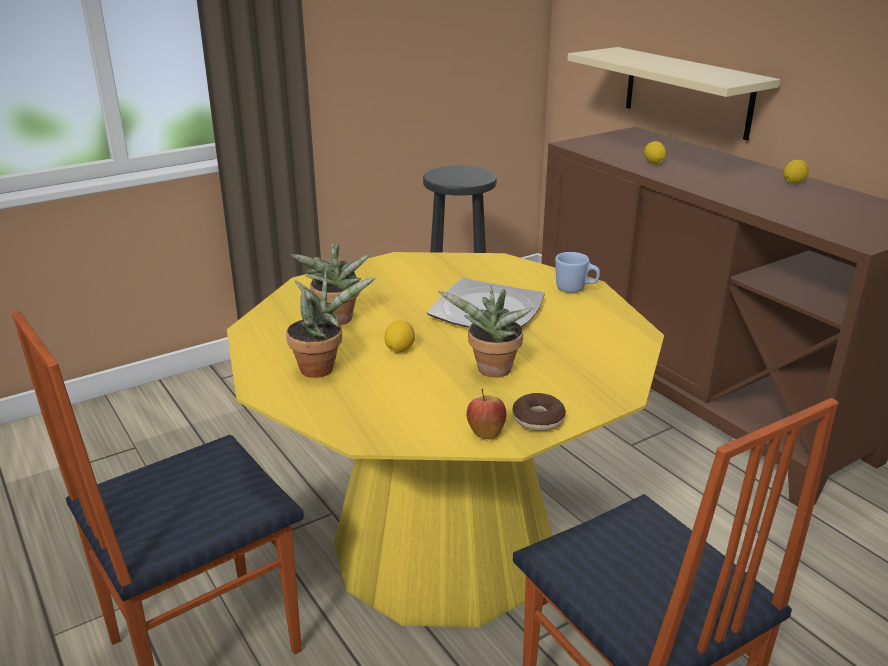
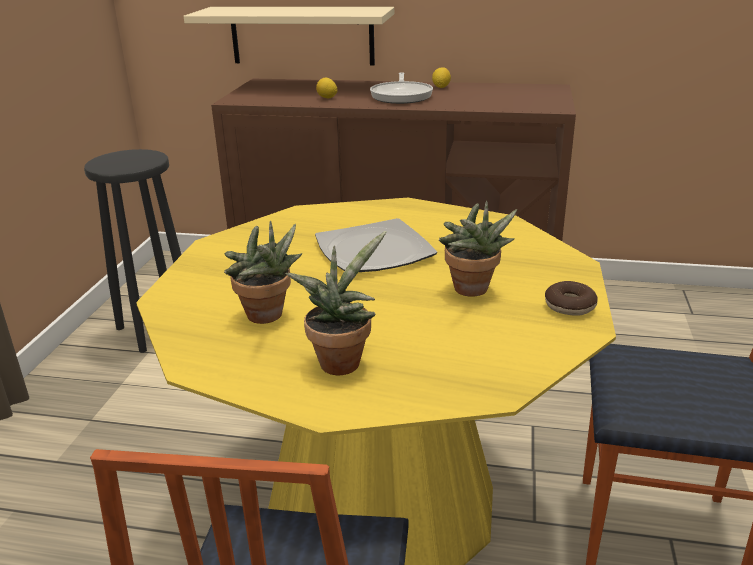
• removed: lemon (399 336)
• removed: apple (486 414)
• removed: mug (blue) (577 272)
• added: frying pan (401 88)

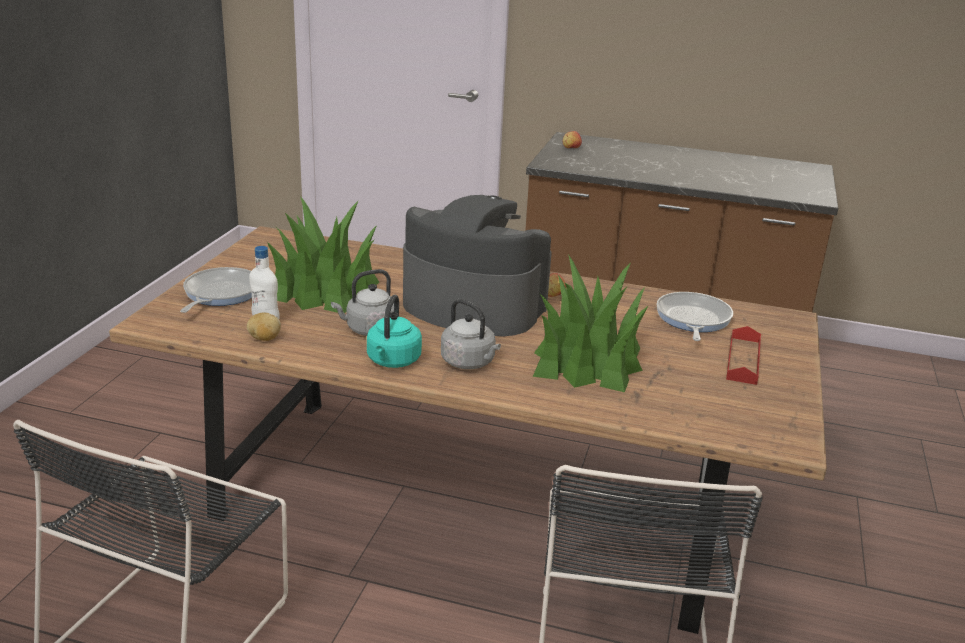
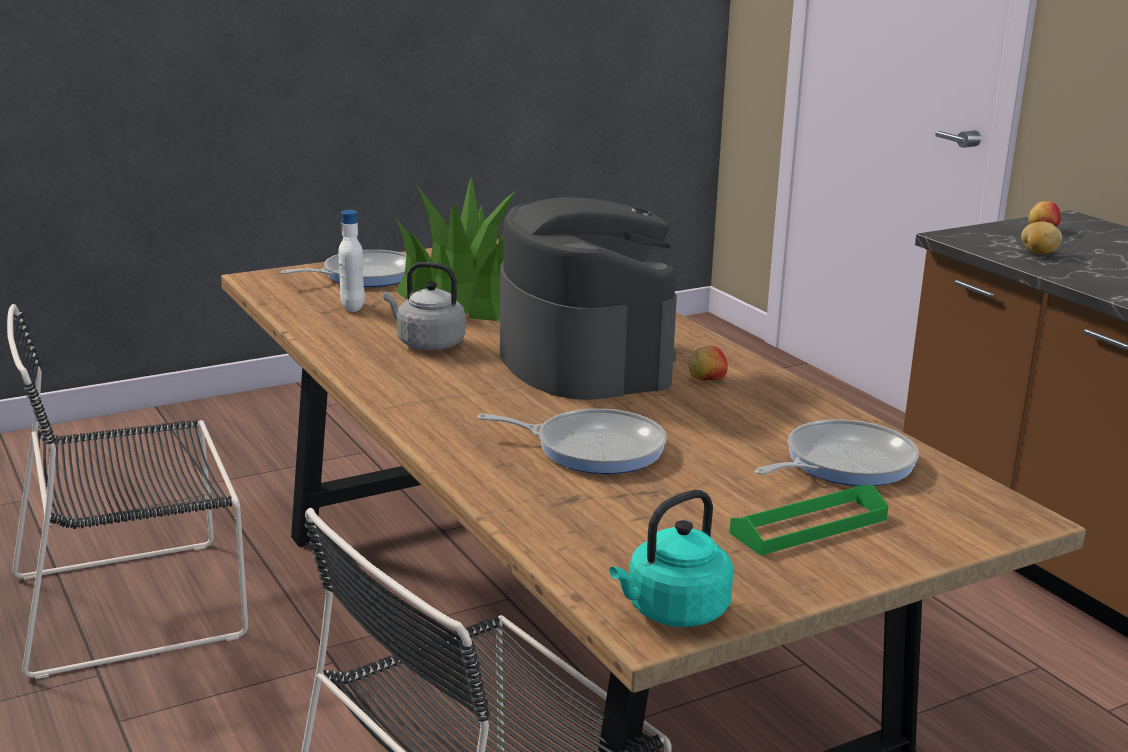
• removed: kettle (grey) (471 334)
• moved: potato (264 326) to (1041 237)
• moved: kettle (turquoise) (394 331) to (671 558)
• replaced: potted plant (591 323) to frying pan (572 441)
• recoloured: tray (red) (743 355) to tray (green) (809 520)

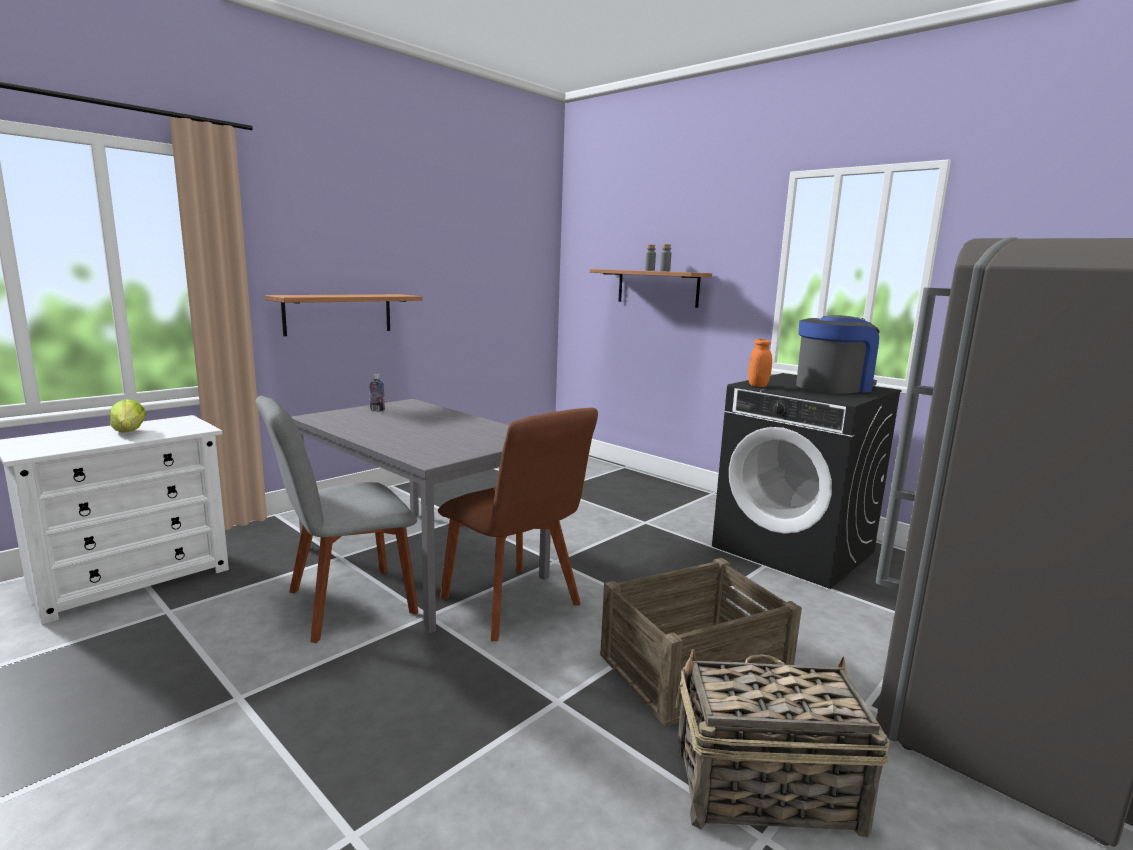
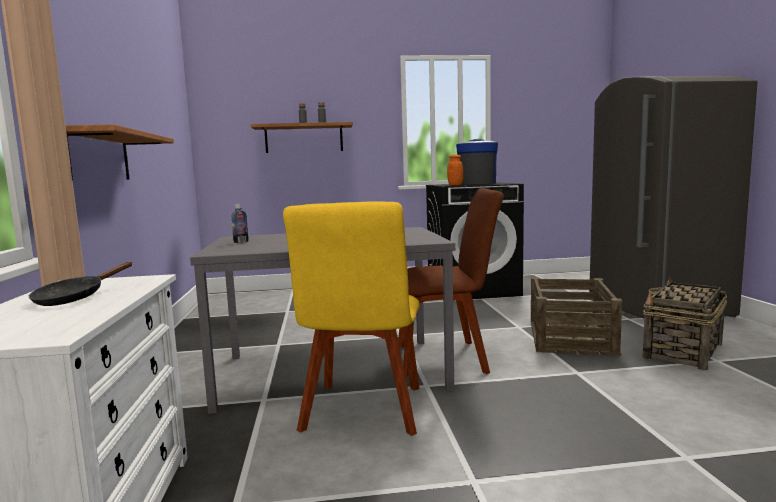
• replaced: lettuce (128 416) to frying pan (black) (80 284)
• recoloured: chair (grey) (337 519) to chair (yellow) (351 318)

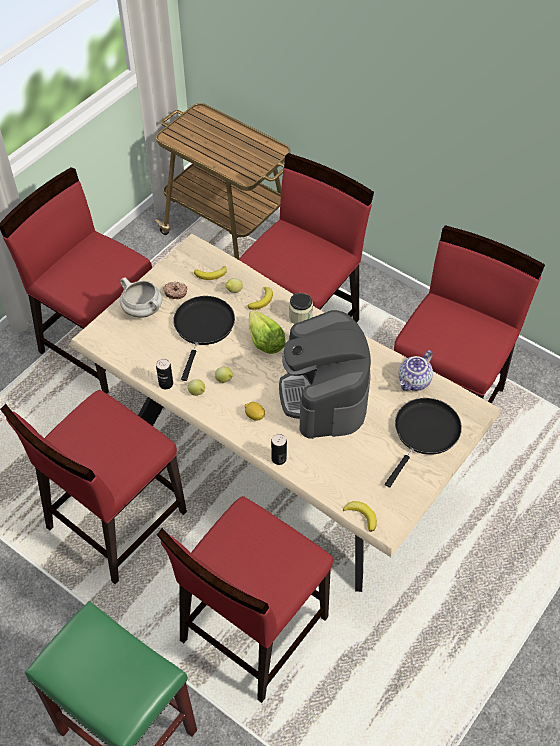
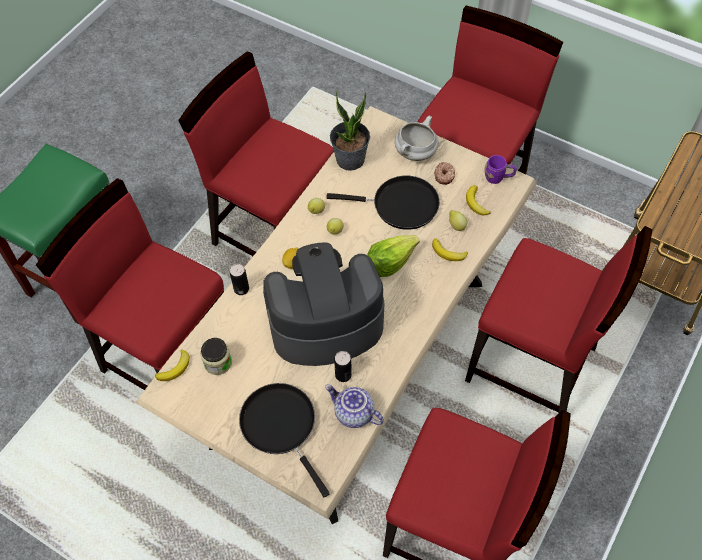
• added: potted plant (350 130)
• added: mug (purple) (501 169)
• moved: can (164 373) to (343 366)
• moved: jar (301 308) to (216 356)
• turned: frying pan (black) (423 442) = (284 440) 150 degrees counterclockwise

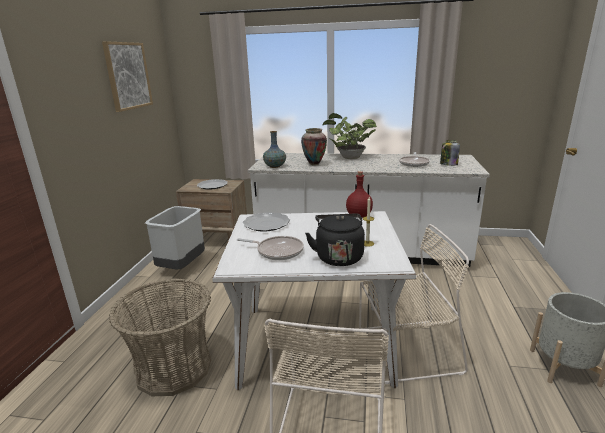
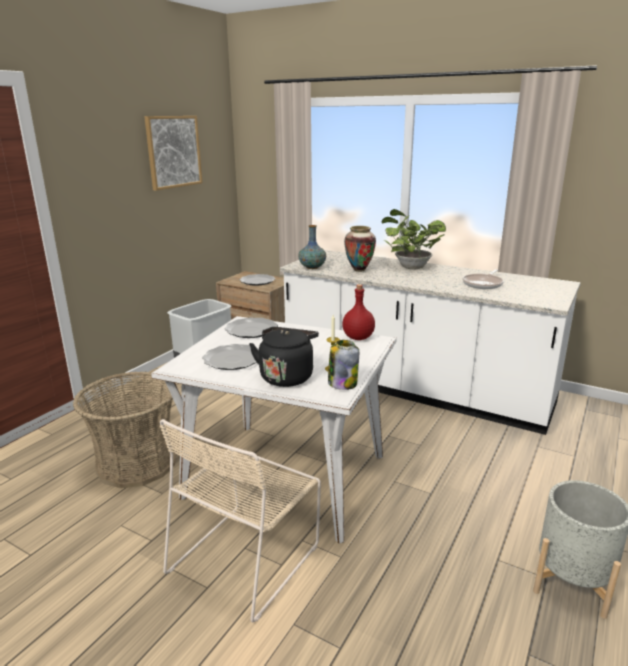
• removed: chair (beige) (414 304)
• moved: jar (450 153) to (343 365)
• replaced: frying pan (270 248) to plate (230 357)

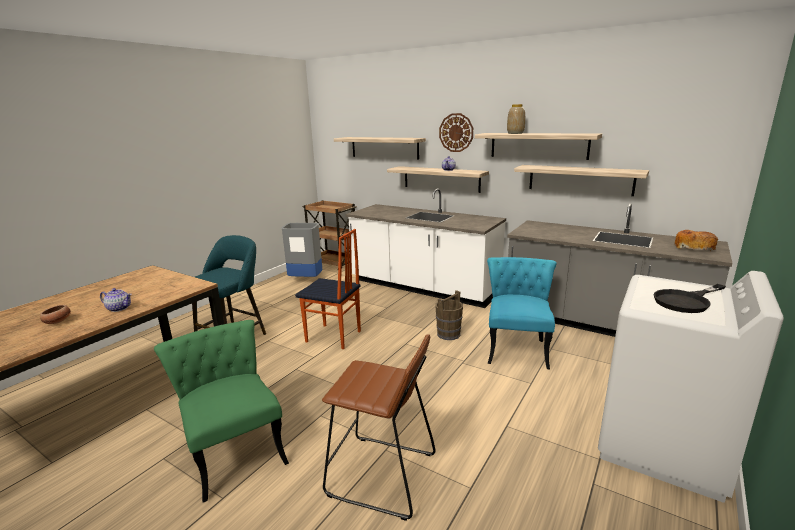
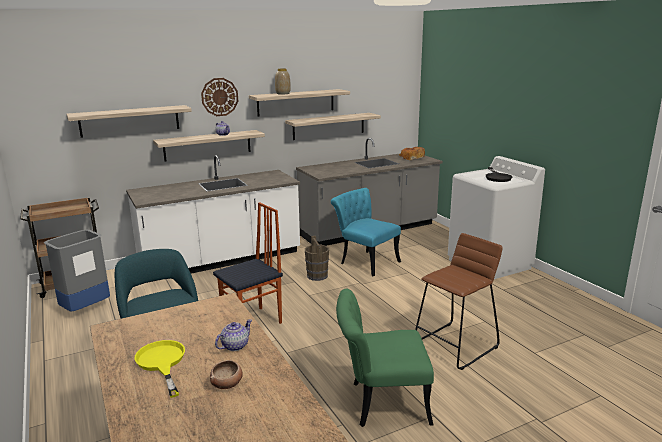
• added: frying pan (yellow) (160 369)

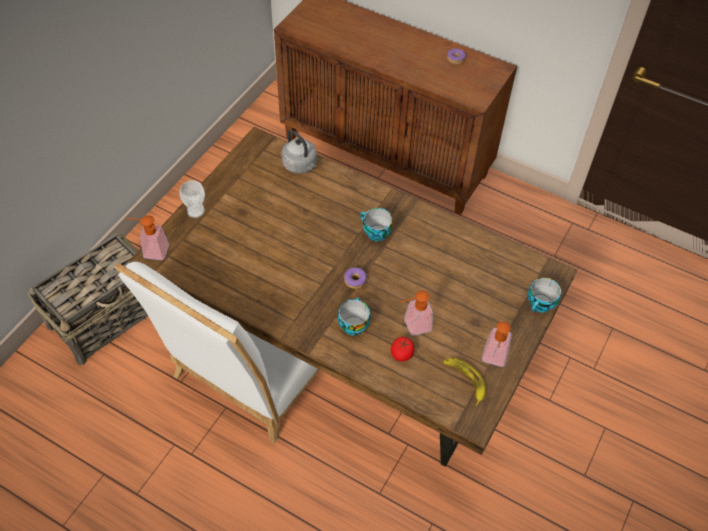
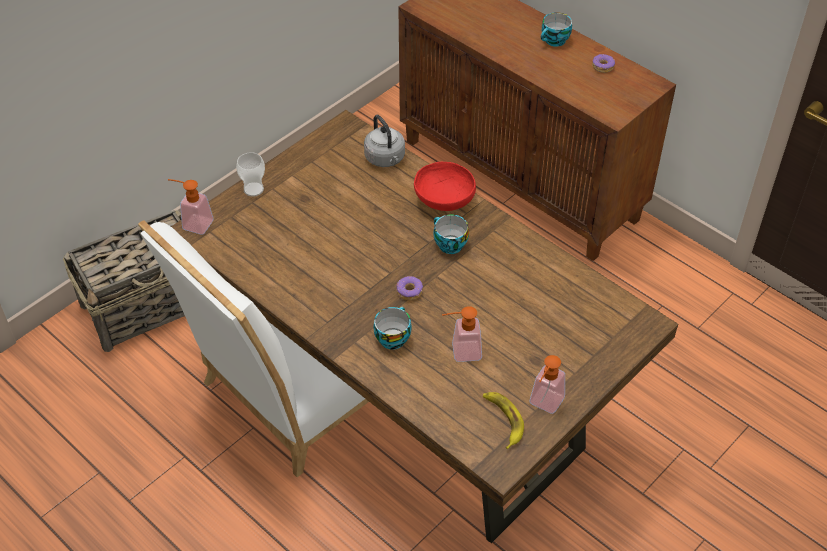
• removed: tomato (402 349)
• added: bowl (red) (445 186)
• moved: cup (544 295) to (556 29)

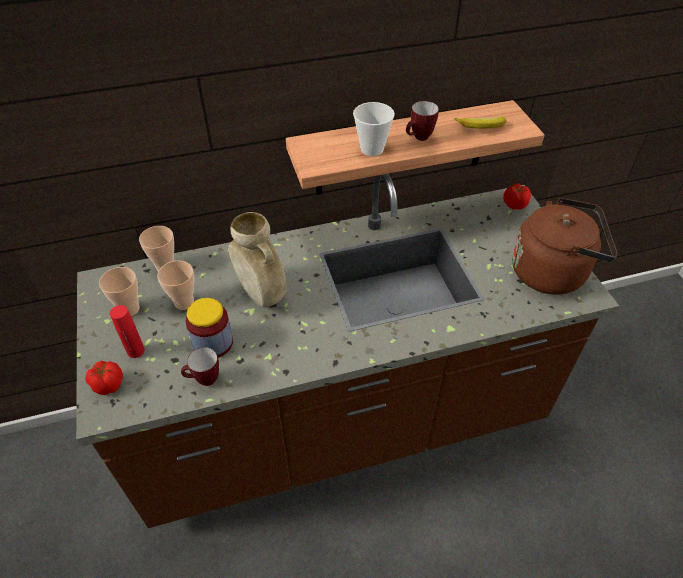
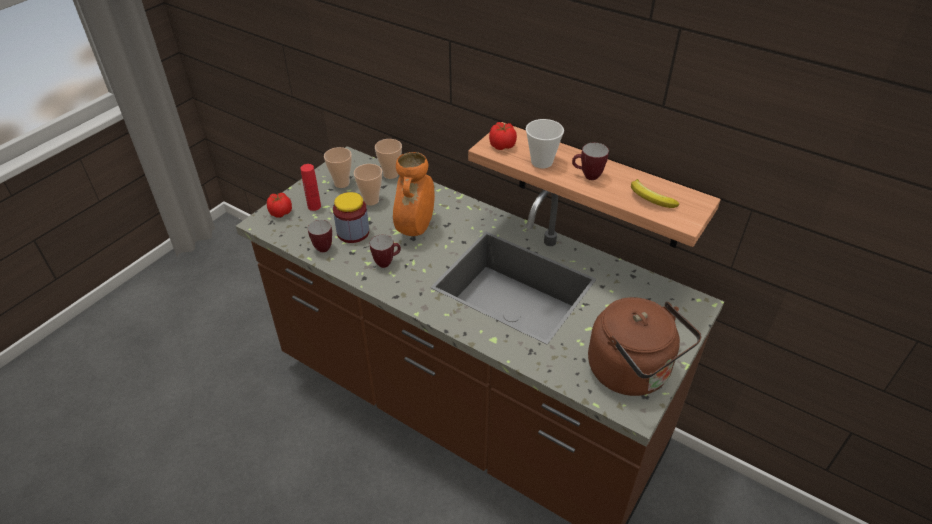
• added: mug (385 251)
• moved: tomato (517 196) to (503 136)
• recoloured: vase (beige) (257 259) to vase (orange) (414 194)

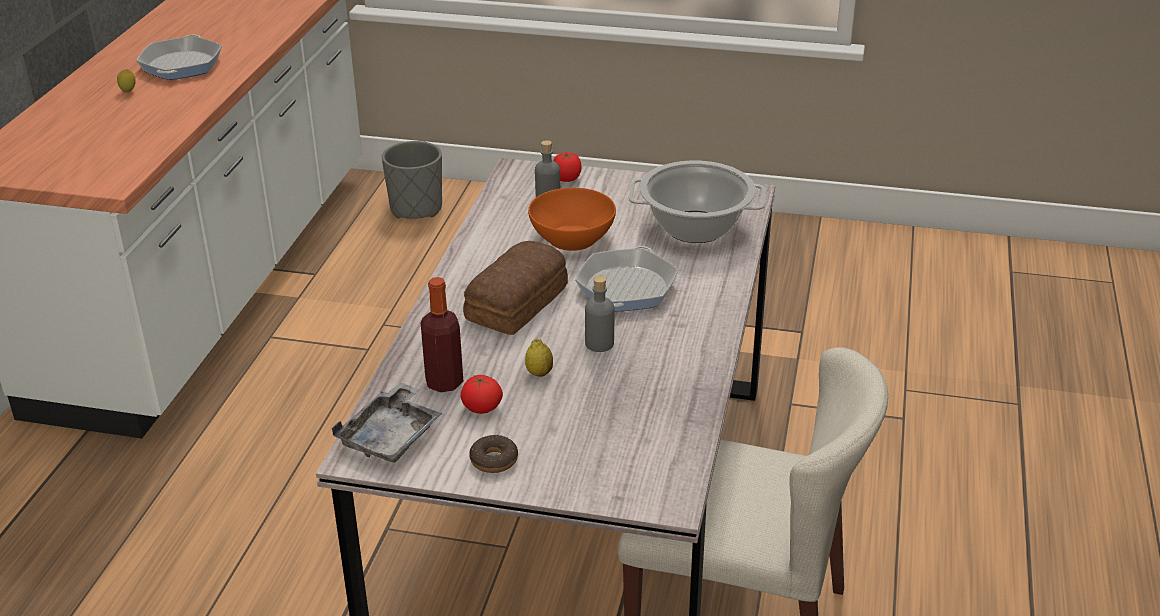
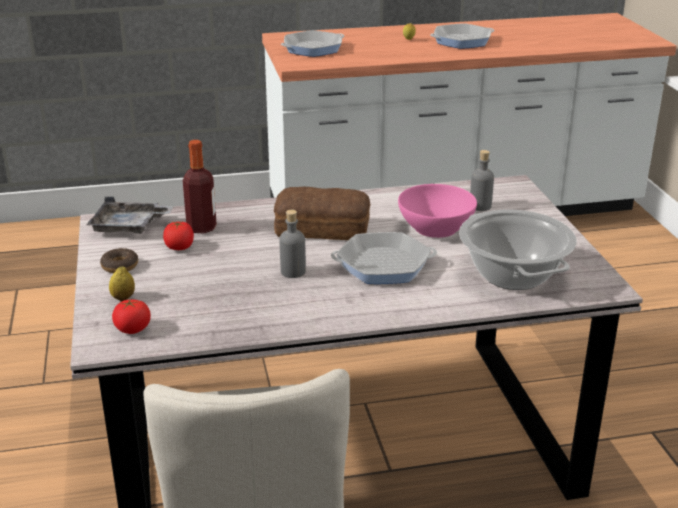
• removed: planter (grey) (412 180)
• added: frying pan (312 43)
• moved: lemon (539 358) to (122 283)
• moved: tomato (567 167) to (131 316)
• recoloured: bowl (orange) (572 219) to bowl (pink) (437 211)

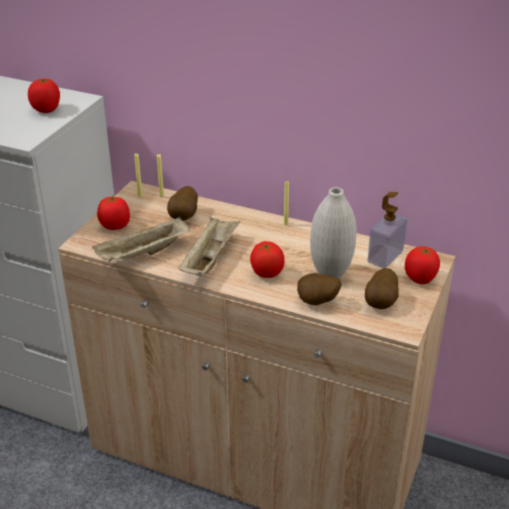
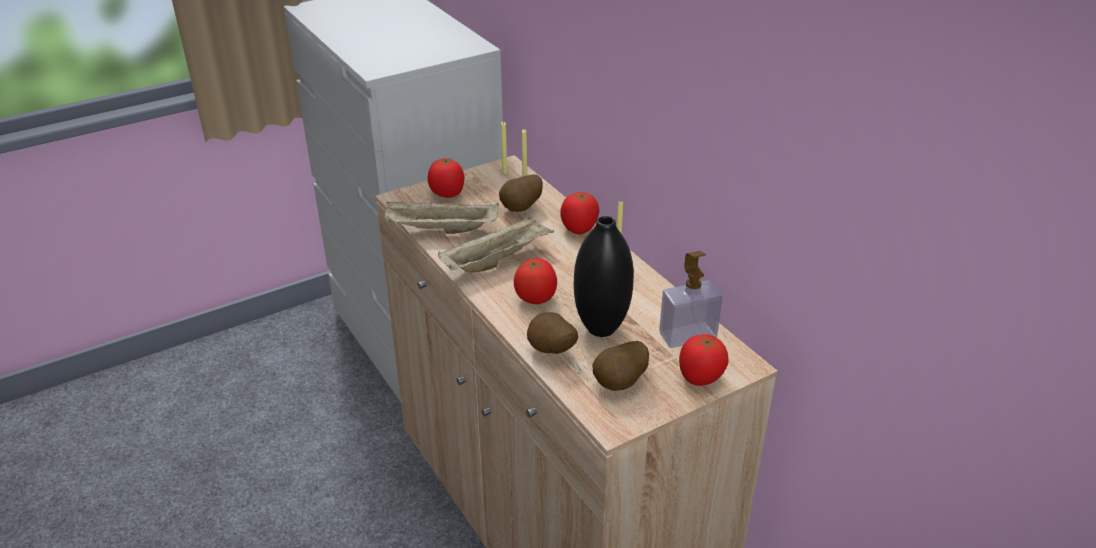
• moved: tomato (44 95) to (579 213)
• recoloured: vase (white) (333 233) to vase (black) (604 276)

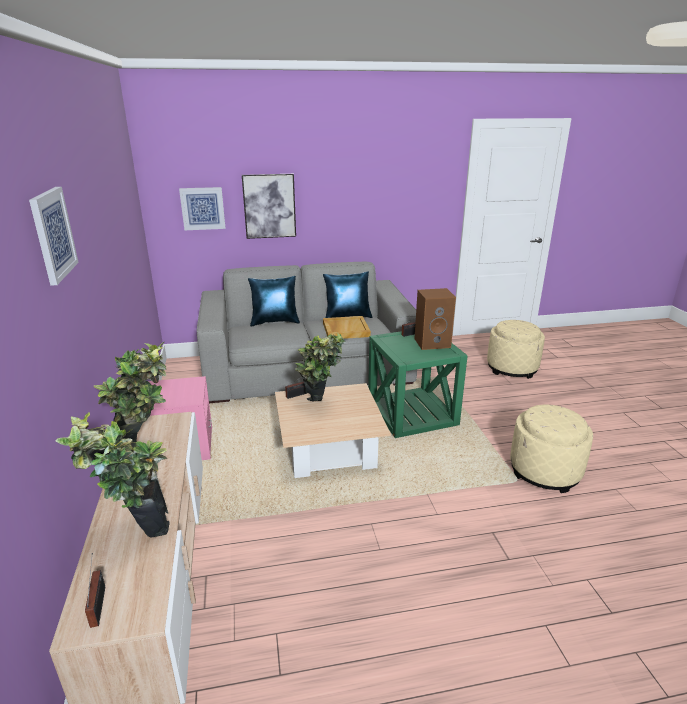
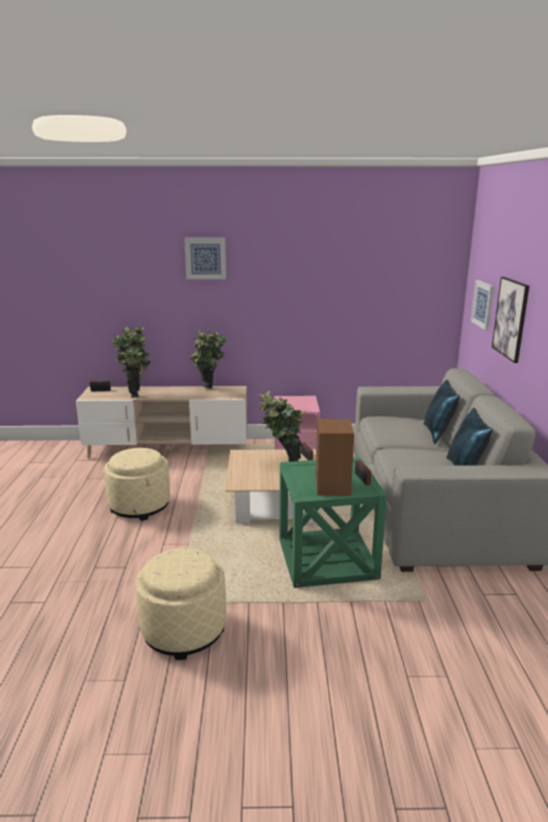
• removed: tray (beige) (347 327)
• moved: ottoman (beige) (516 349) to (137 484)

